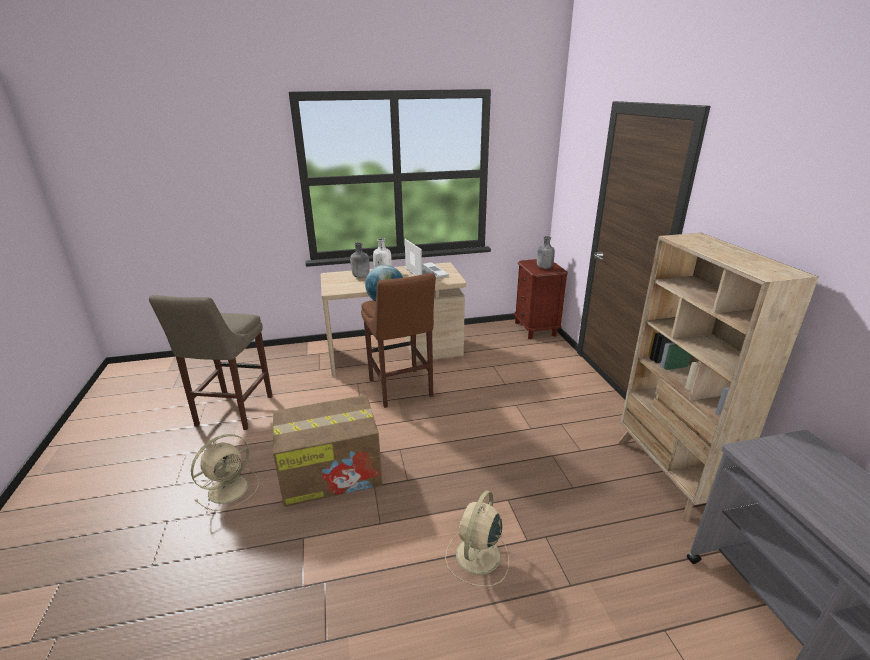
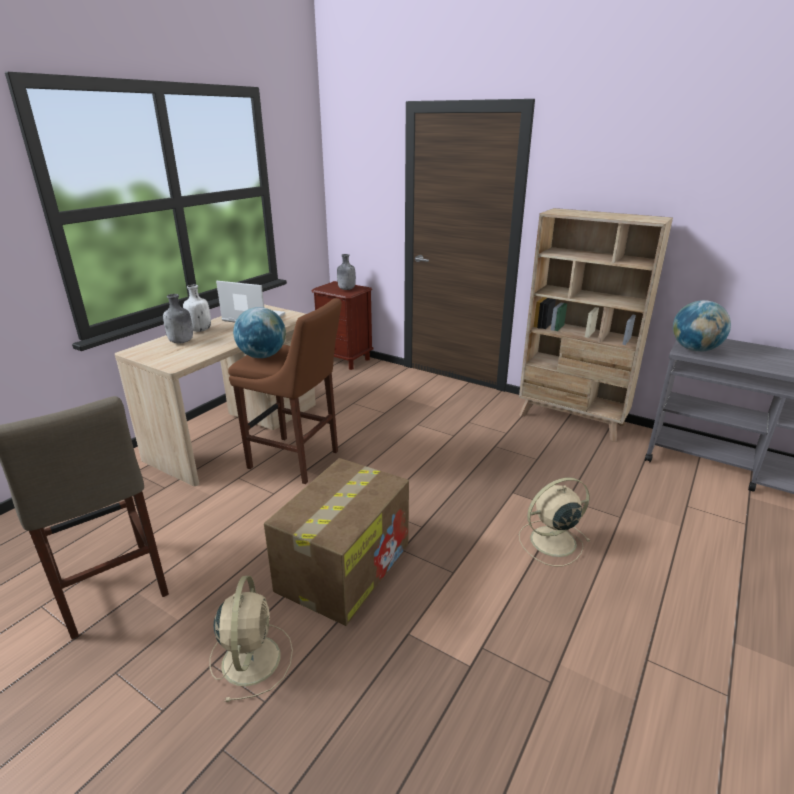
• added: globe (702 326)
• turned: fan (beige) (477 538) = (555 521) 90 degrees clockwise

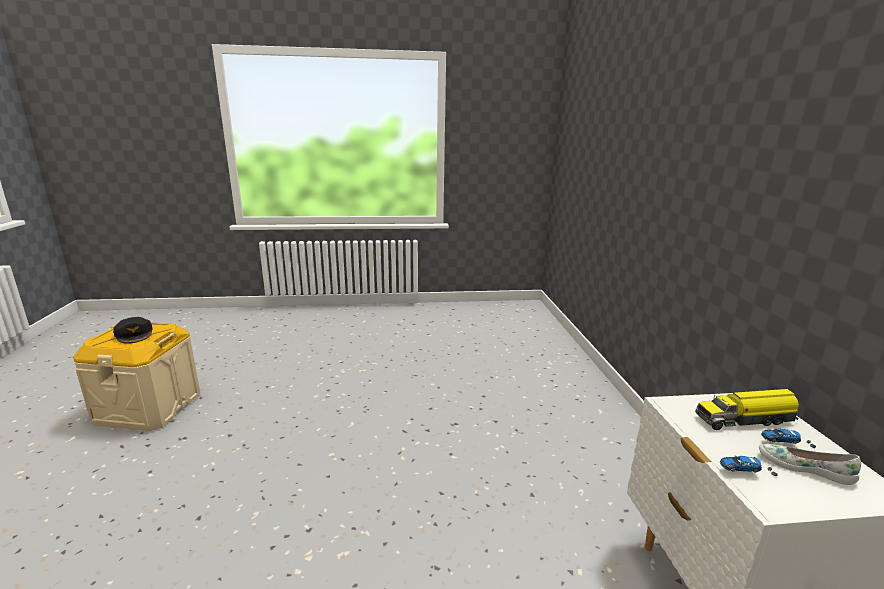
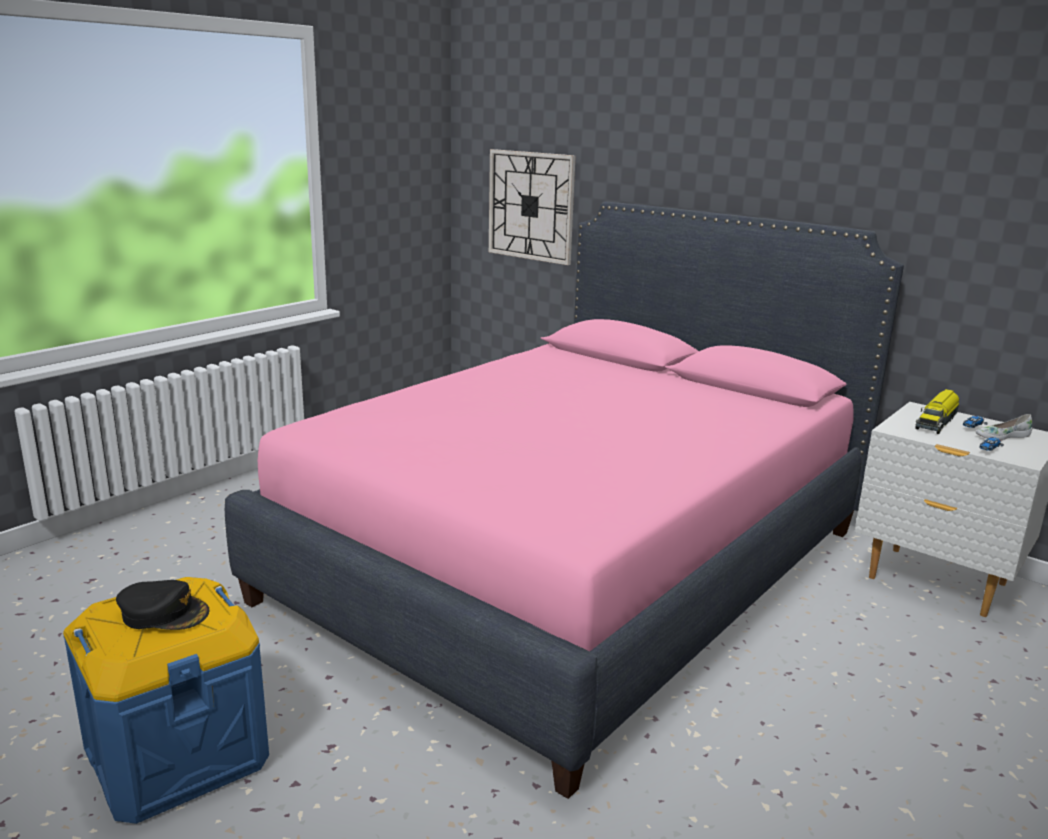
• added: bed (pink) (564 500)
• added: wall clock (532 207)
• recoloured: storage box (beige) (137 377) to storage box (blue) (166 700)

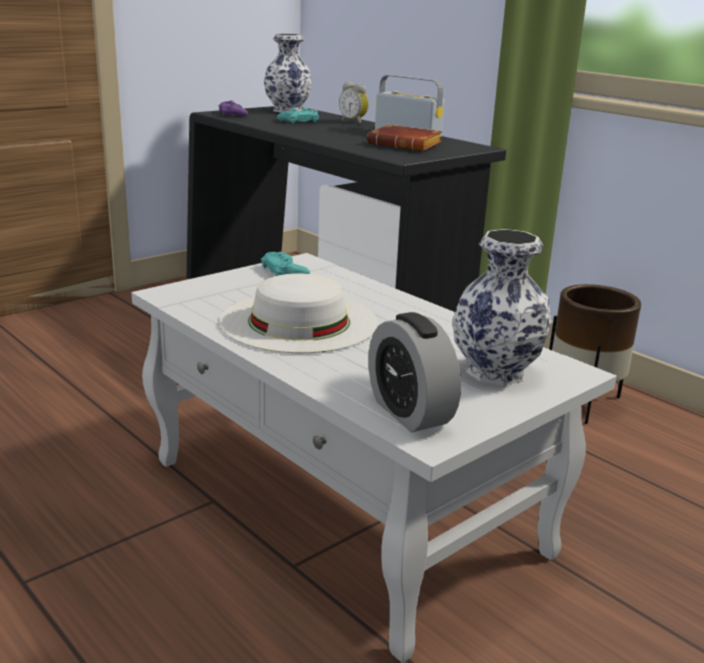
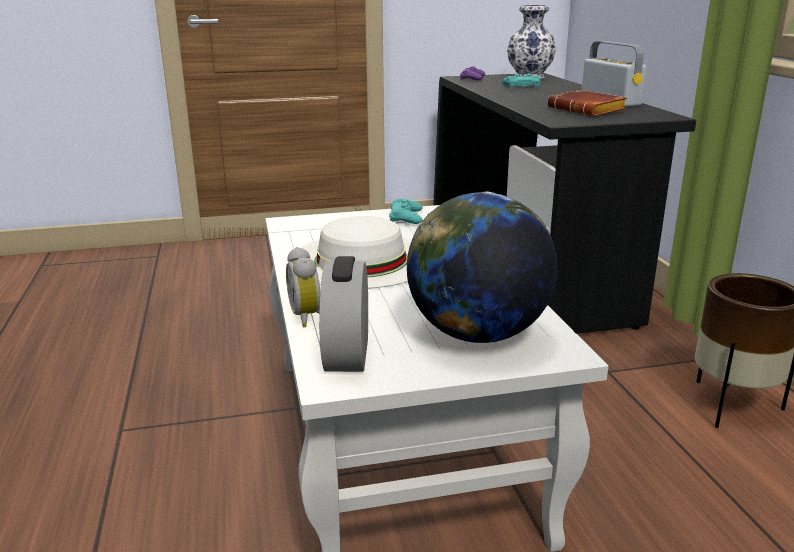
• moved: alarm clock (354 102) to (303 287)
• replaced: vase (501 307) to globe (482 267)

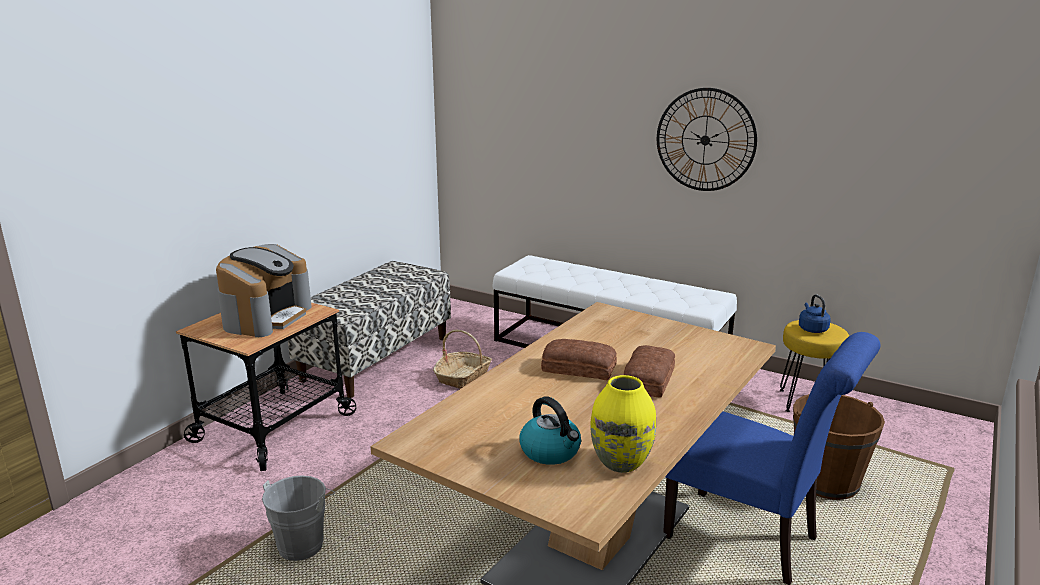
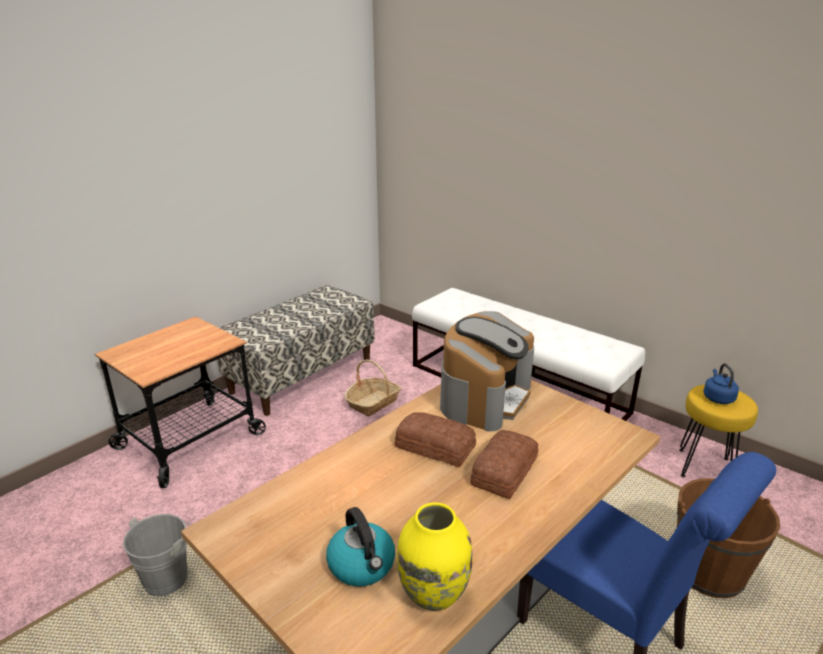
• removed: wall clock (707 139)
• moved: coffee machine (264 290) to (487 371)

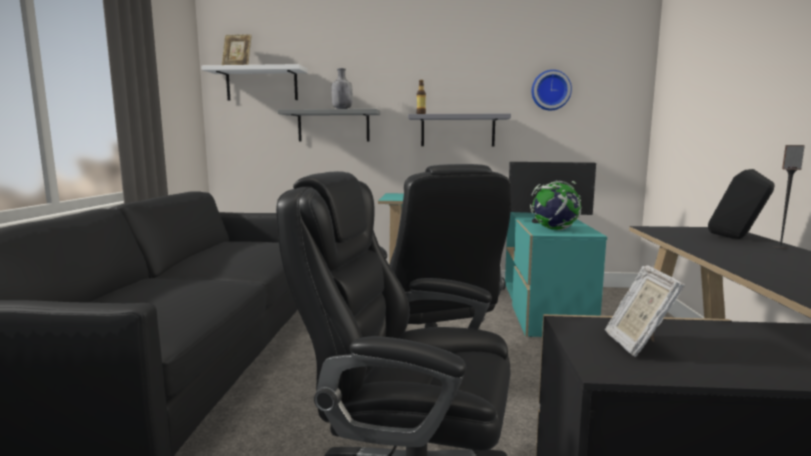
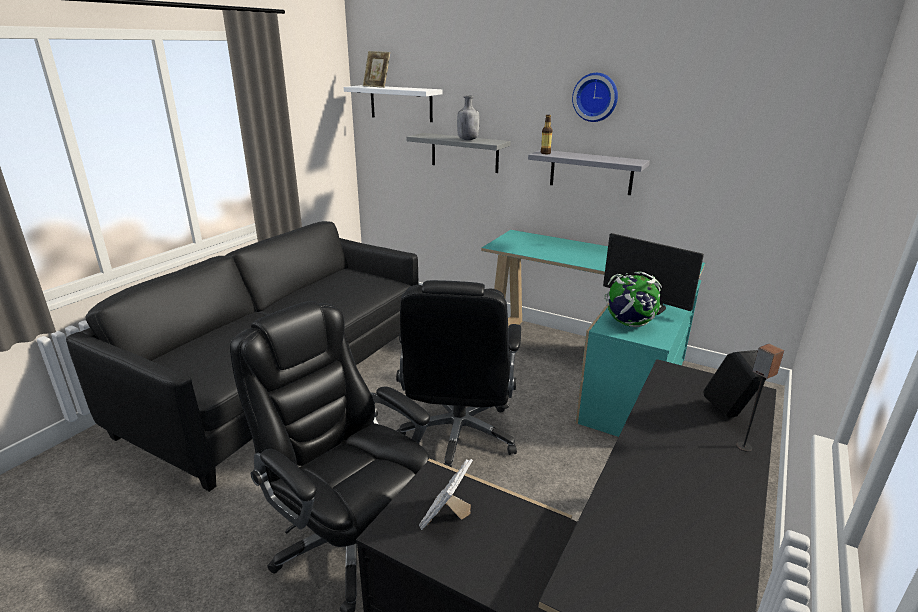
• moved: wall clock (551 90) to (595 97)

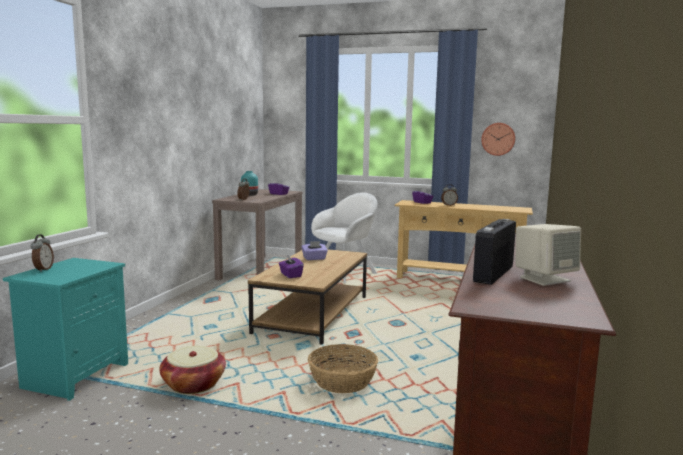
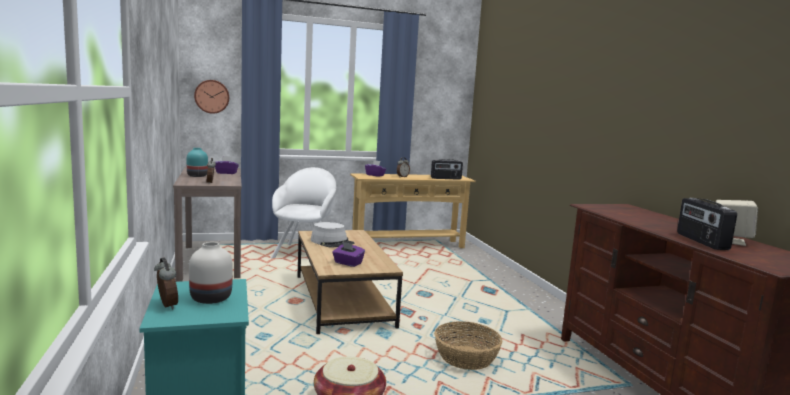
• added: vase (white) (211 273)
• added: radio (447 169)
• moved: wall clock (498 139) to (211 97)
• replaced: tissue box (purple) (315 250) to hat (grey) (332 234)

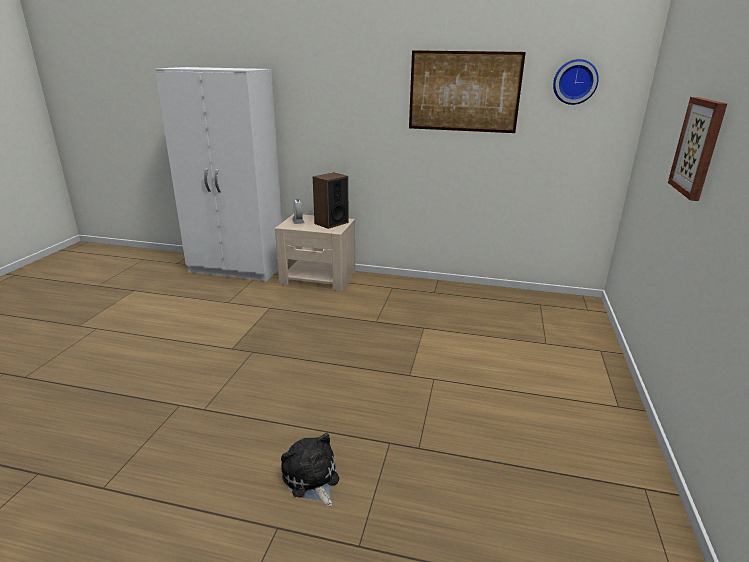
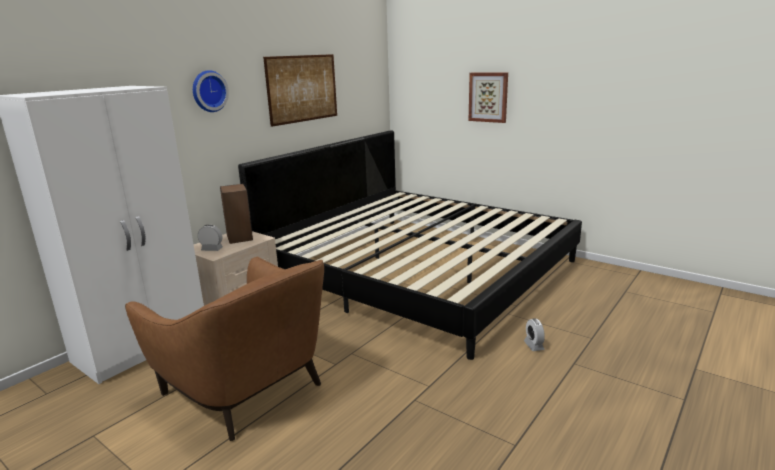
• added: armchair (brown) (224 349)
• added: bed (410 245)
• moved: wall clock (576 82) to (211 91)
• replaced: plush toy (310 470) to alarm clock (534 335)

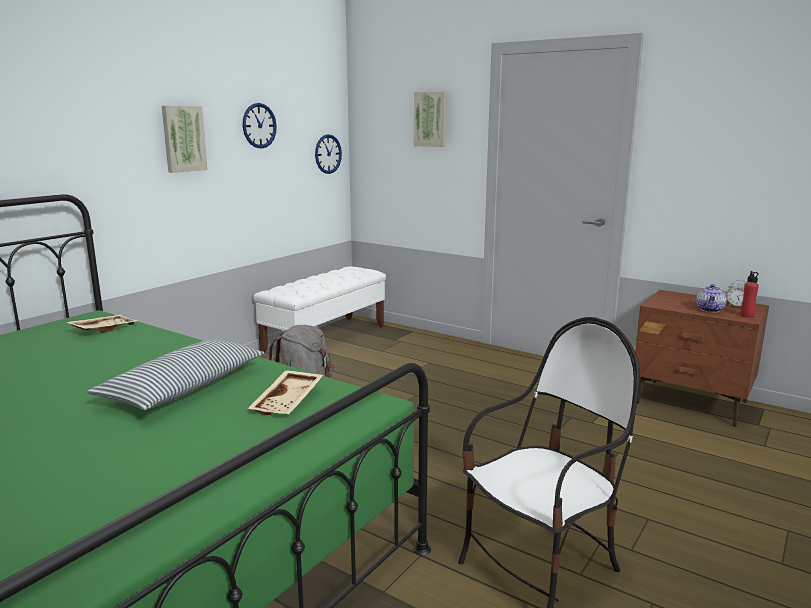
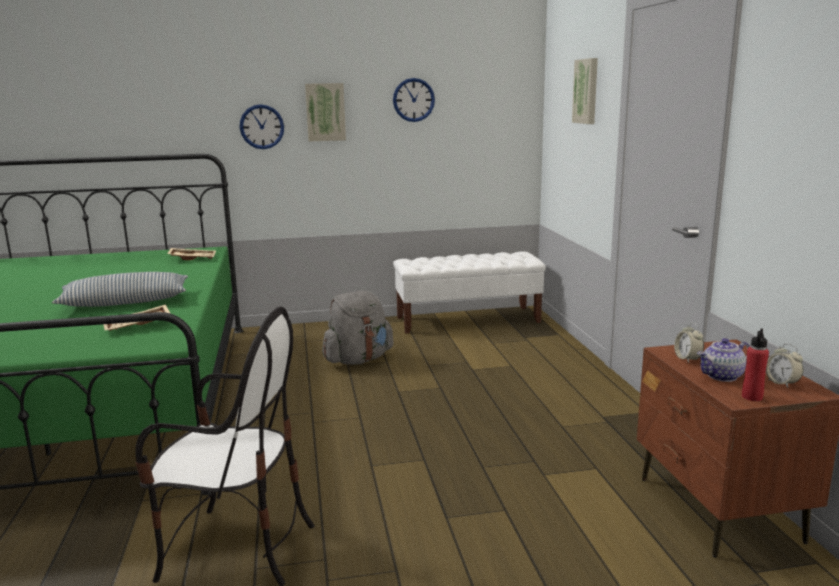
• added: alarm clock (689 343)
• moved: wall clock (328 154) to (262 126)

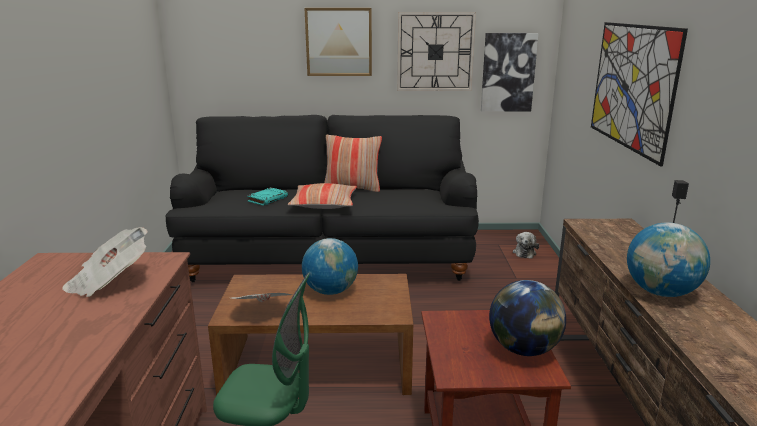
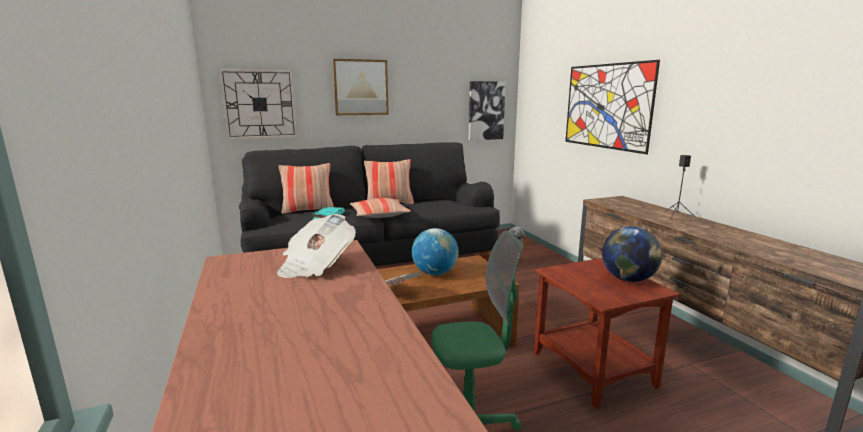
• removed: globe (668 259)
• added: pillow (306 188)
• moved: wall clock (436 51) to (258 104)

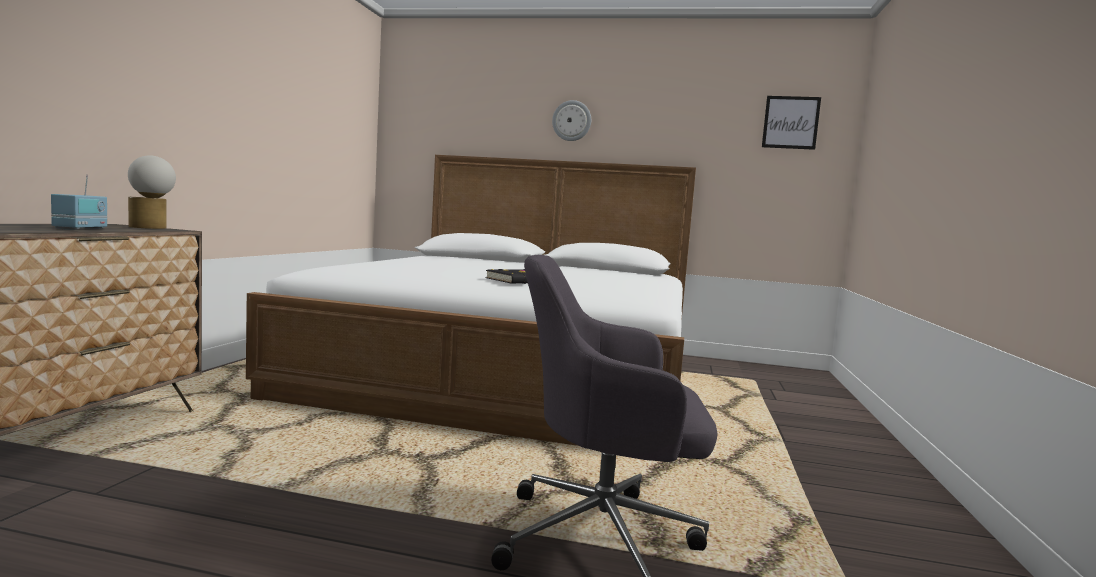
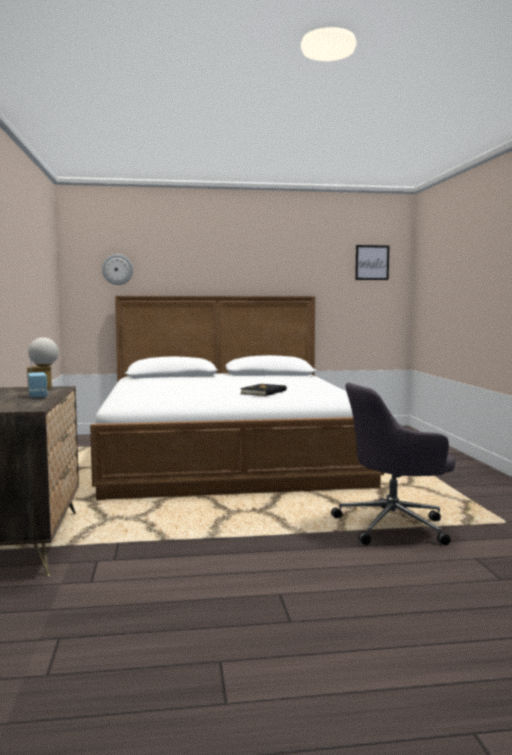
• moved: wall clock (571 120) to (117 269)

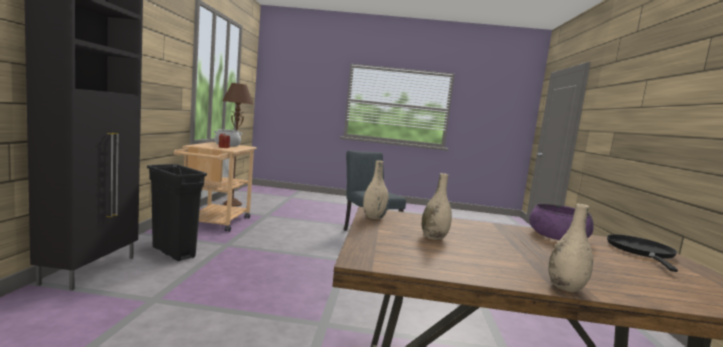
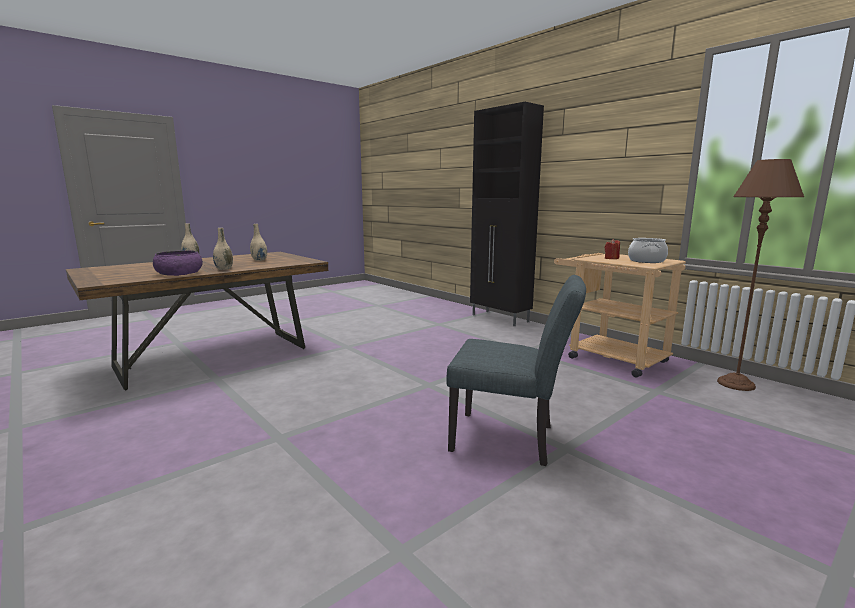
• removed: trash can (black) (177 212)
• removed: frying pan (black) (642 253)
• moved: vase (beige) (376 189) to (223 249)

